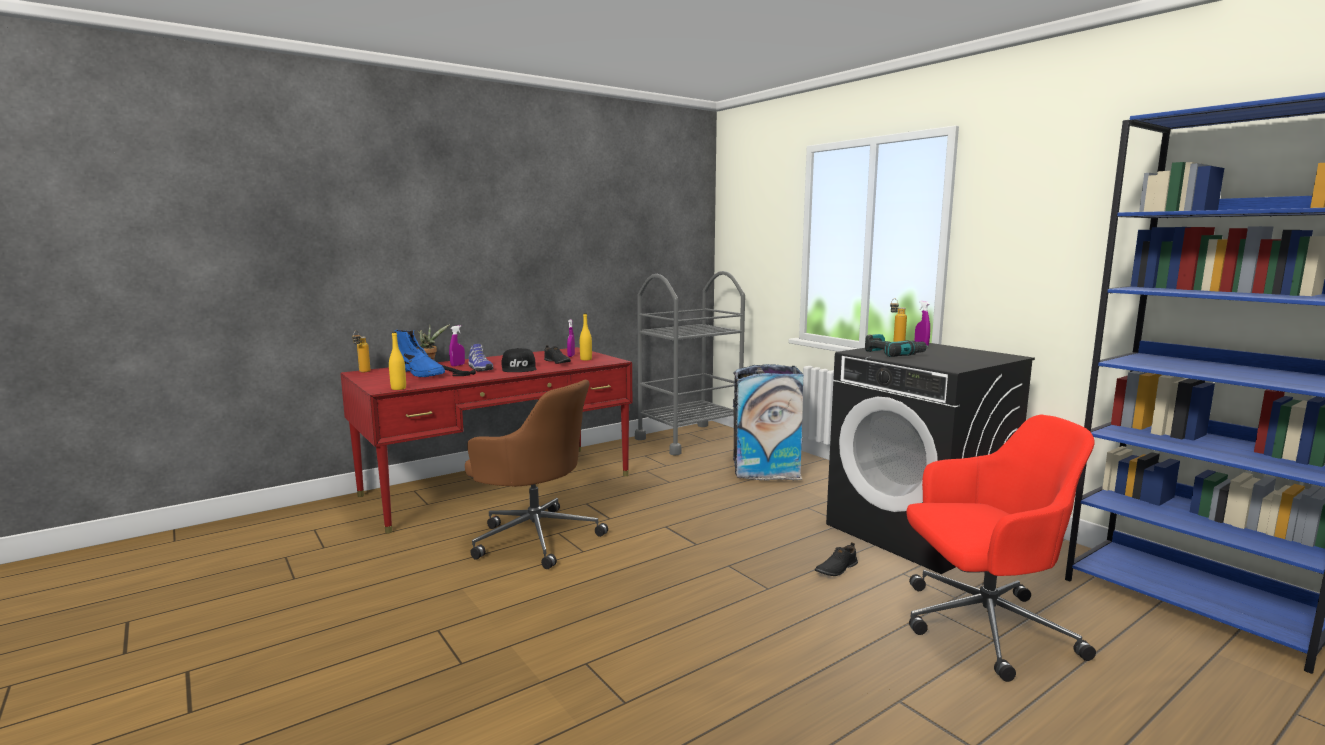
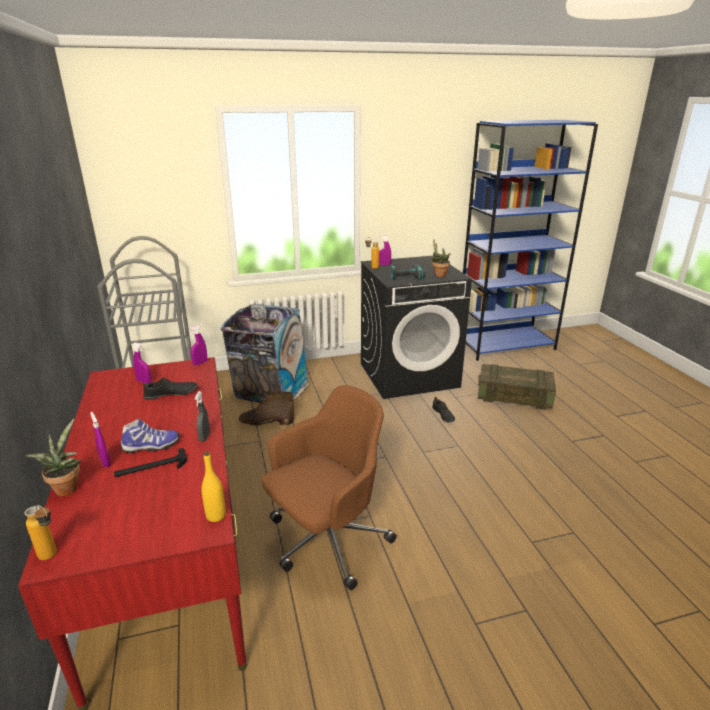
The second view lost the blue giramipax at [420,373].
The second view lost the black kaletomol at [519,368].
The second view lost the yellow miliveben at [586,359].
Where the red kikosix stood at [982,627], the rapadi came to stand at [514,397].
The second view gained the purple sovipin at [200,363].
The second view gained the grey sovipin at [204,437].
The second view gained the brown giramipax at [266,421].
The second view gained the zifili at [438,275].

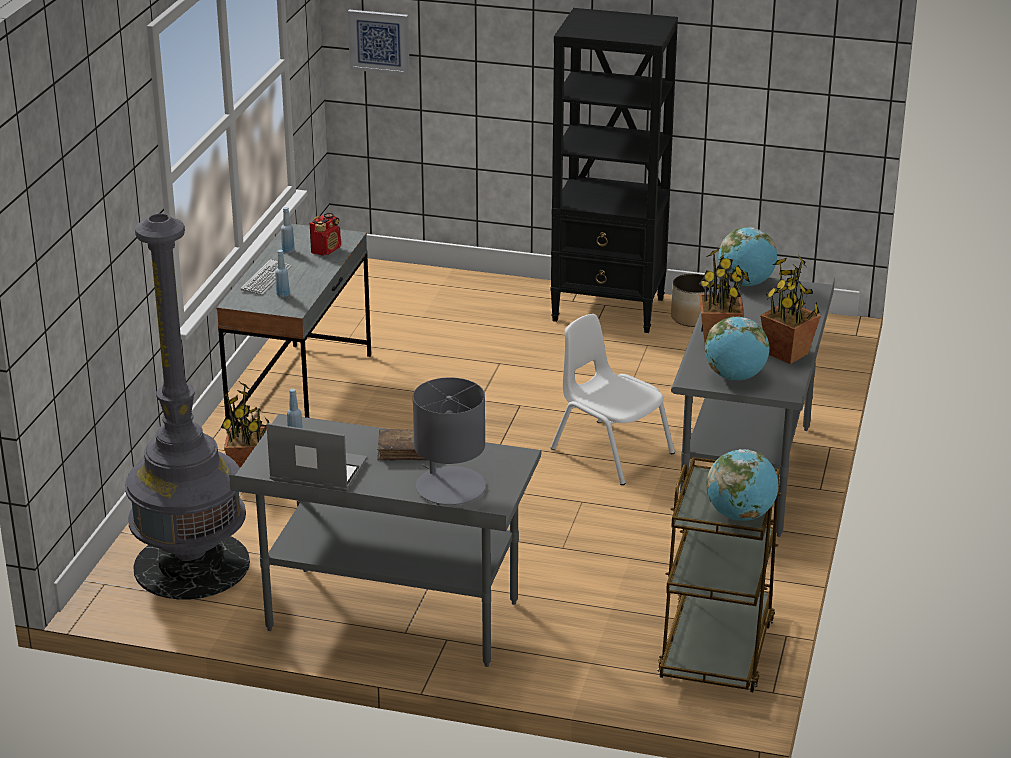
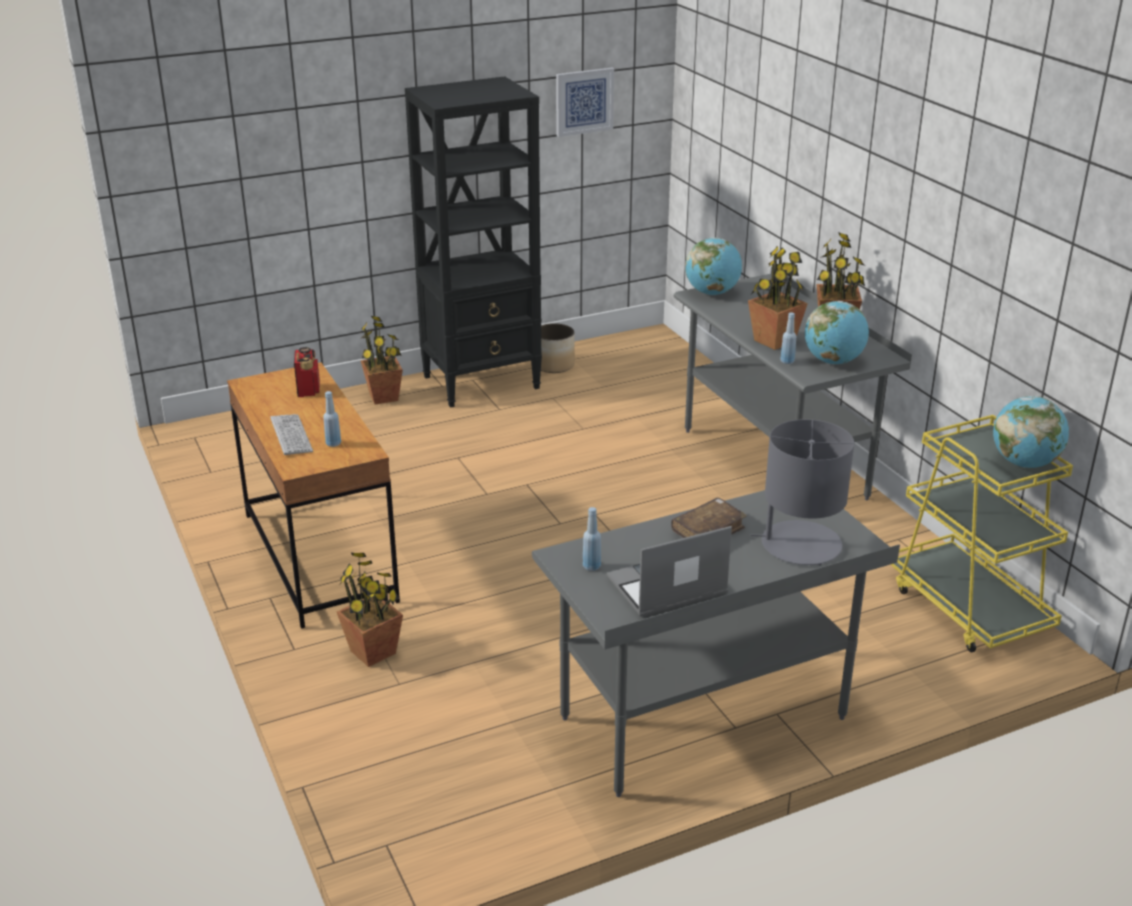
The second view lost the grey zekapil at [191,565].
What was the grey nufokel at [302,394] turned into the brown nufokel at [319,557].
The blue miliveben ended up elsewhere, having gone from [288,250] to [787,361].
The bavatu ended up elsewhere, having gone from [379,41] to [584,101].
The second view lost the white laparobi at [611,451].
What was the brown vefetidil at [716,648] turned into the yellow vefetidil at [967,607].
The second view gained the zifili at [384,397].

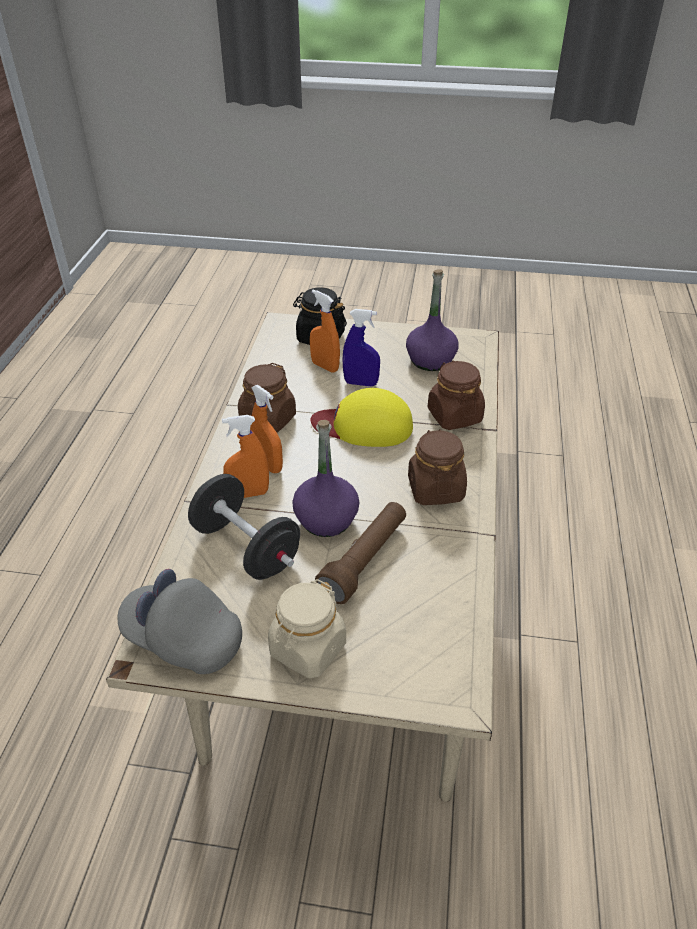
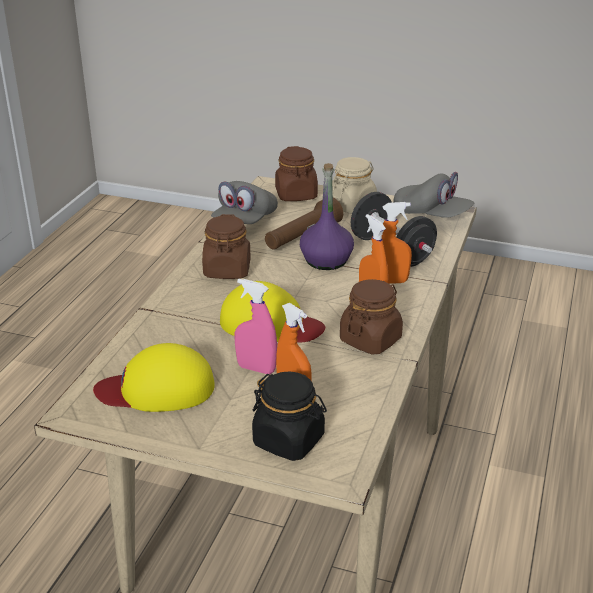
What was the blue sovipin at [361,383] turned into the pink sovipin at [256,369].
Where the purple miliveben stood at [430,360], the yellow kaletomol came to stand at [157,389].
The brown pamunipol ended up elsewhere, having gone from [454,416] to [296,195].
The second view gained the grey kaletomol at [245,221].

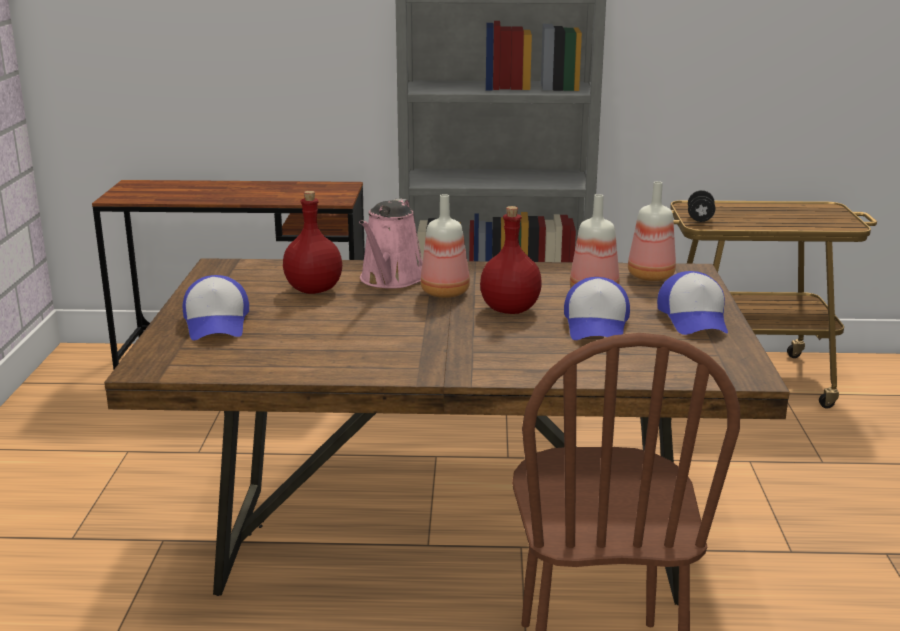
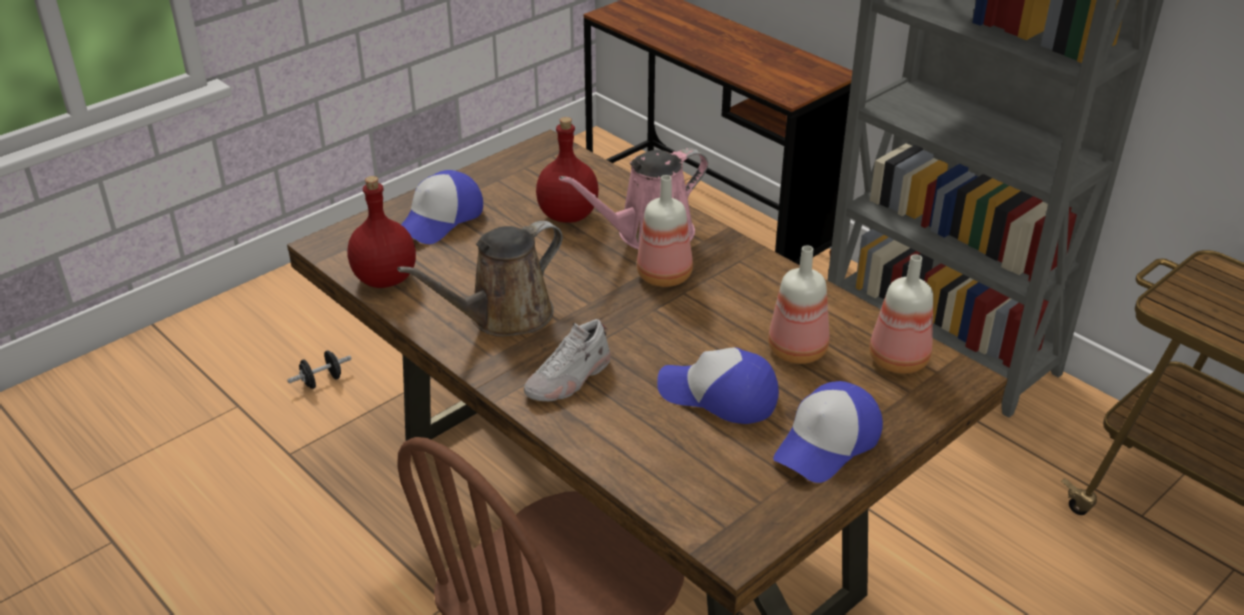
The red miliveben ended up elsewhere, having gone from [509,309] to [385,278].
The kaletomol at [597,325] ended up facing another way, 60 degrees clockwise from before.
The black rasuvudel ended up elsewhere, having gone from [700,218] to [322,381].
The second view gained the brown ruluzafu at [503,317].
The second view gained the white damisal at [569,379].

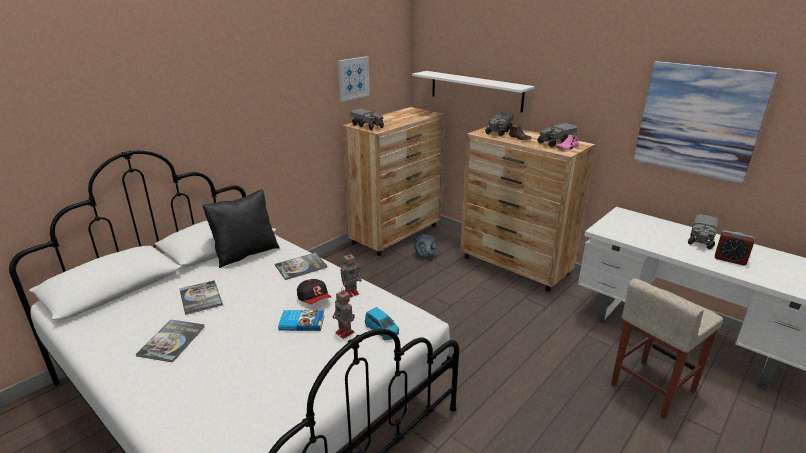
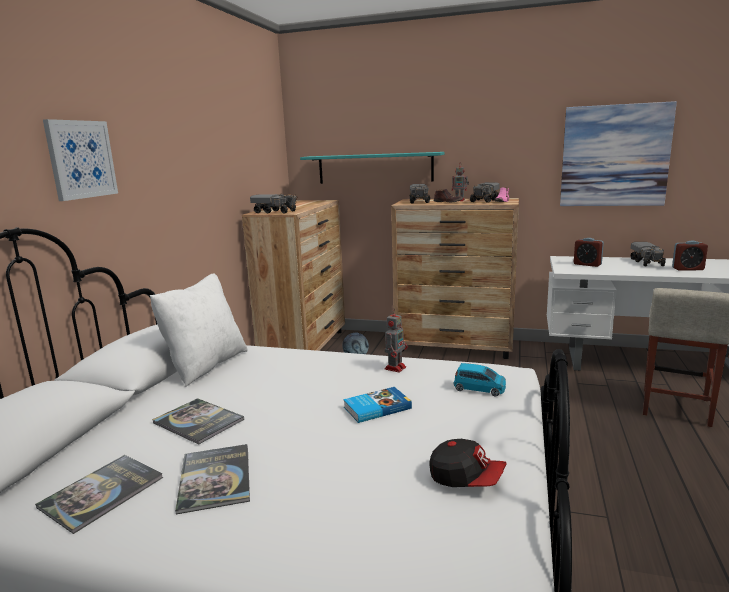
What was the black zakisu at [245,253] turned into the white zakisu at [205,365].
The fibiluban ended up elsewhere, having gone from [301,267] to [102,493].
The kaletomol ended up elsewhere, having gone from [314,299] to [466,478].
The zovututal ended up elsewhere, having gone from [345,333] to [460,200].
The bavatu ended up elsewhere, having gone from [353,78] to [81,159].
What was the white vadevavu at [475,90] turned into the turquoise vadevavu at [375,168].
The second view gained the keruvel at [587,264].

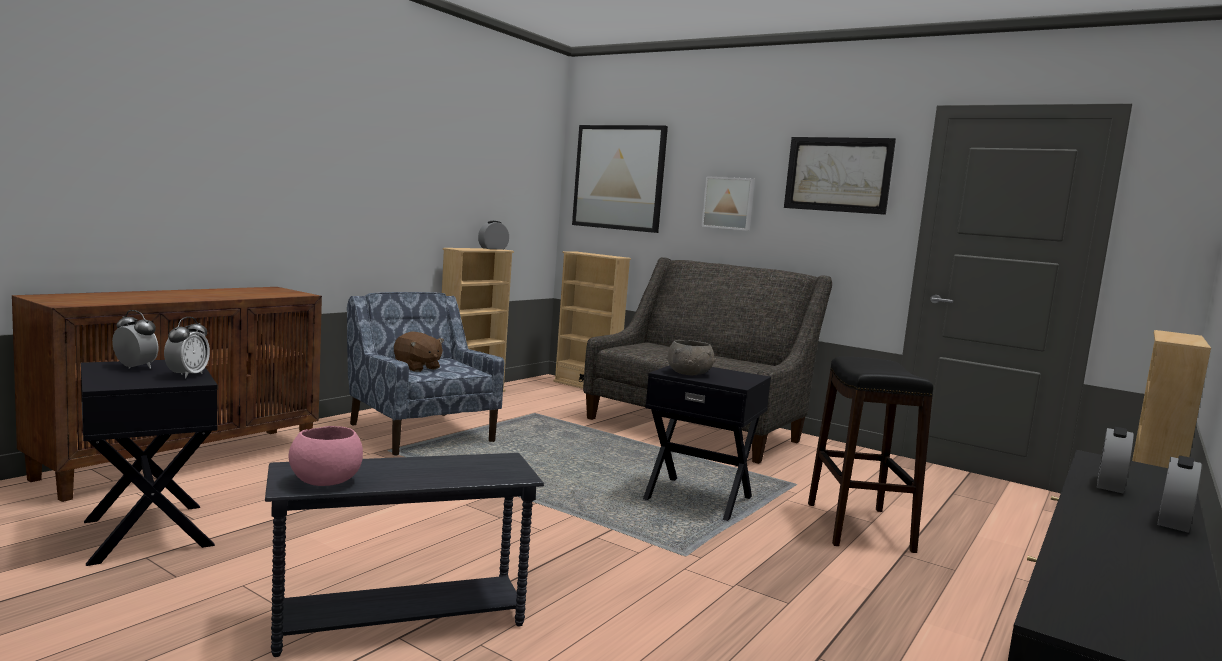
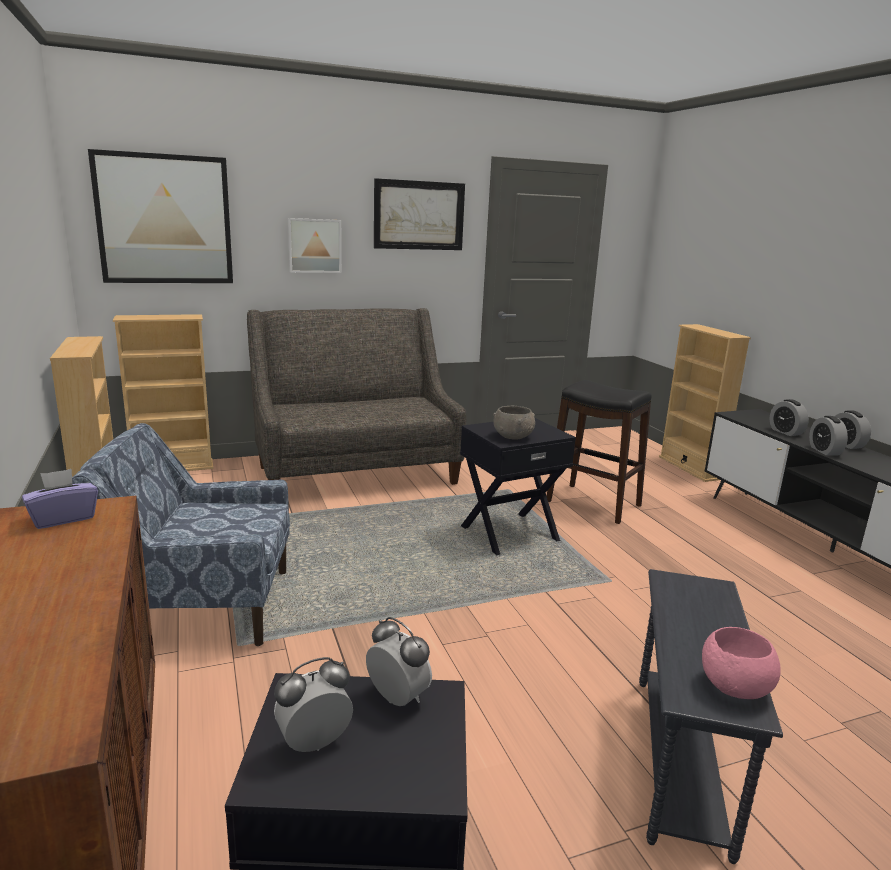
The second view lost the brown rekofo at [417,368].
The keruvel ended up elsewhere, having gone from [493,248] to [824,451].
The second view gained the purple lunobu at [63,518].

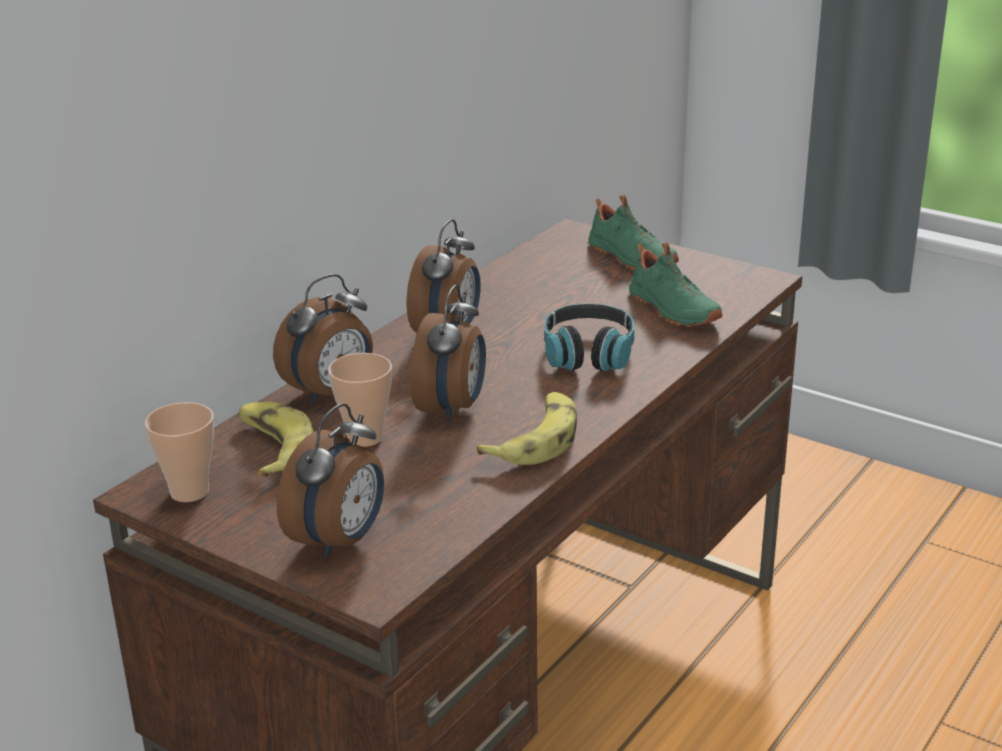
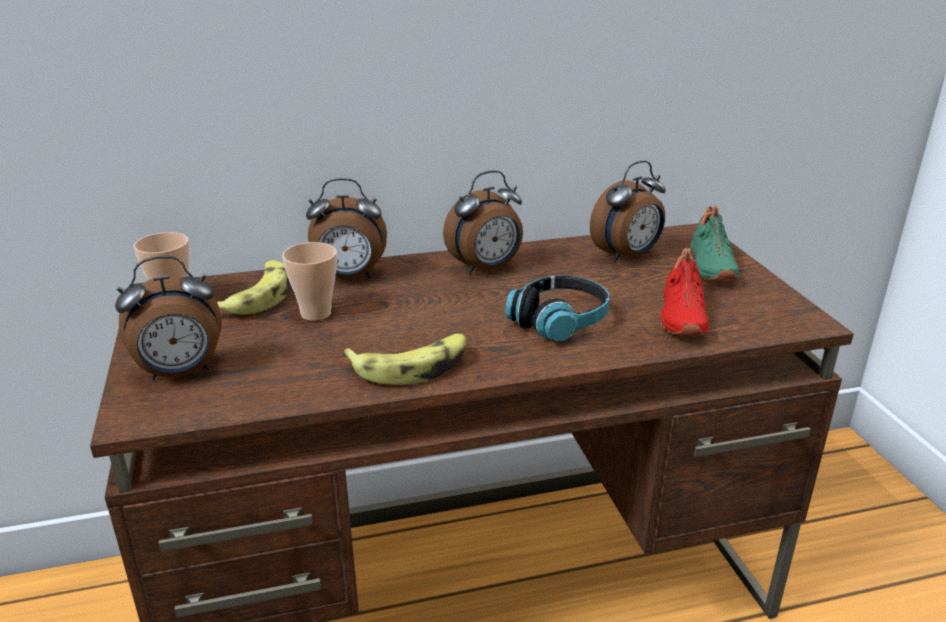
The keruvel ended up elsewhere, having gone from [452,408] to [627,256].
What was the green damisal at [671,310] turned into the red damisal at [680,316].

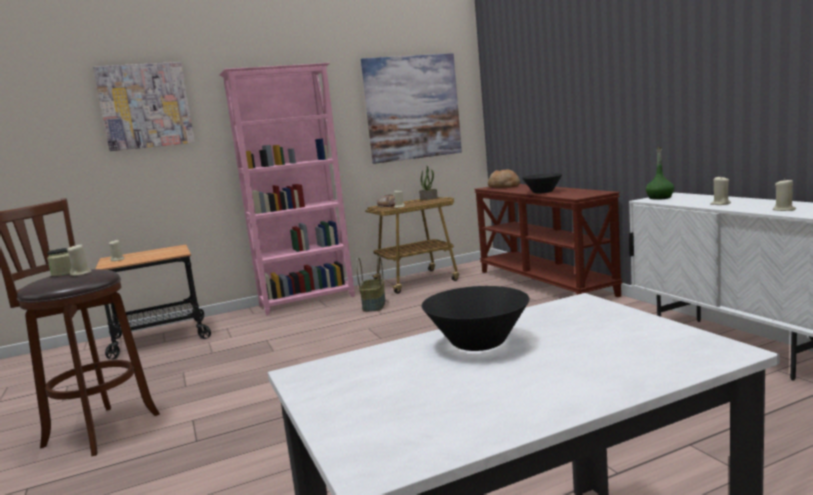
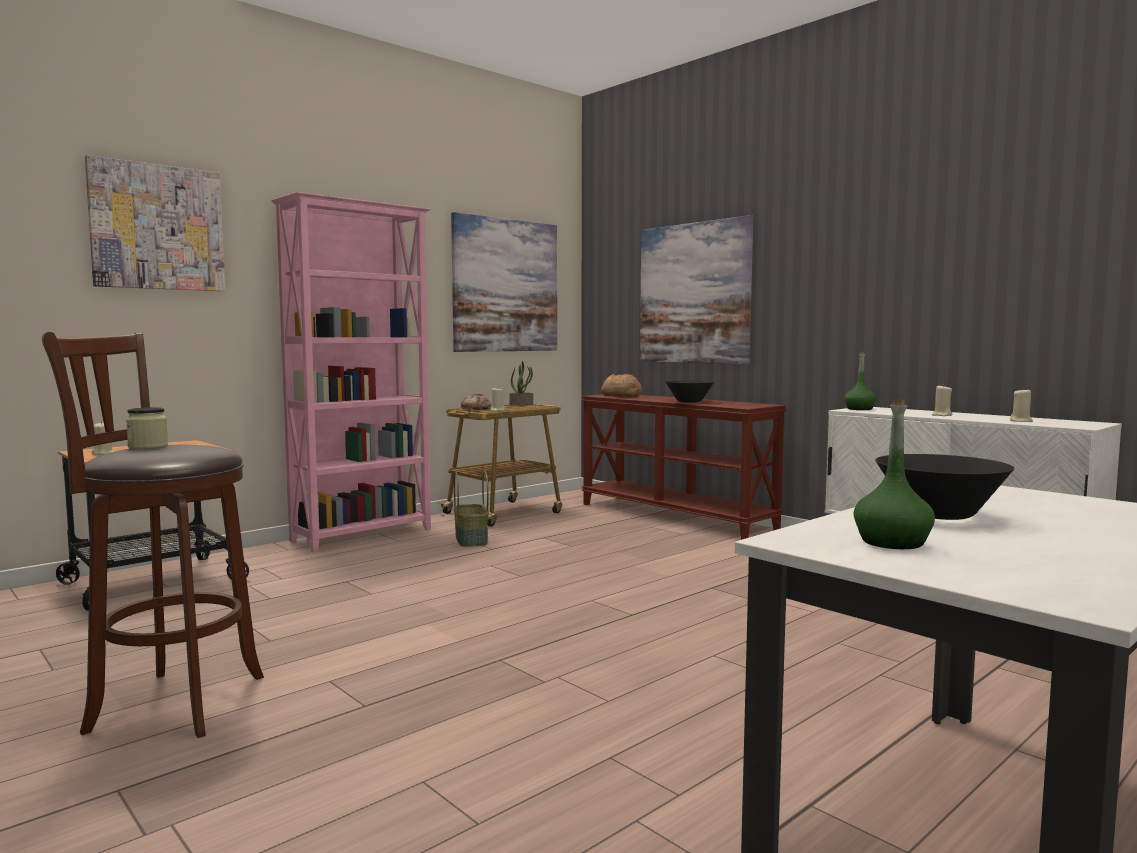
The second view lost the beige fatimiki at [81,274].
The second view gained the bavatu at [694,293].
The second view gained the green miliveben at [891,542].

